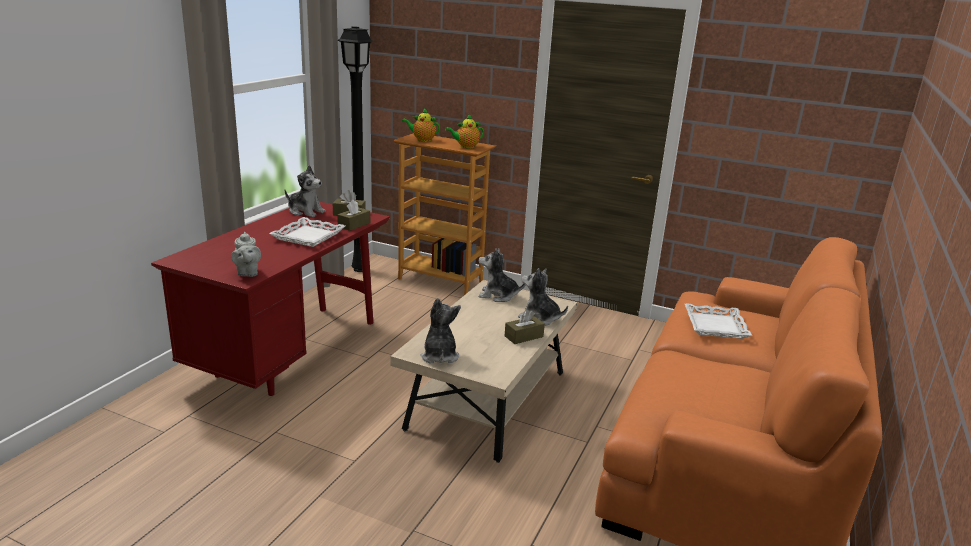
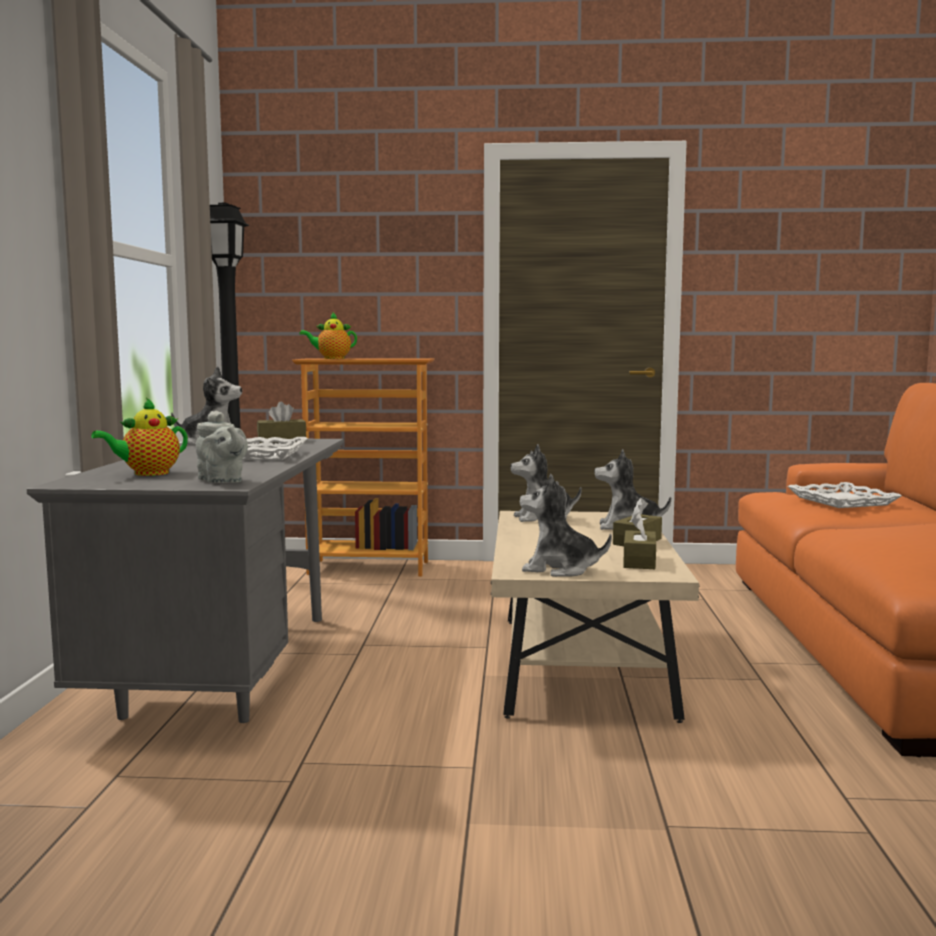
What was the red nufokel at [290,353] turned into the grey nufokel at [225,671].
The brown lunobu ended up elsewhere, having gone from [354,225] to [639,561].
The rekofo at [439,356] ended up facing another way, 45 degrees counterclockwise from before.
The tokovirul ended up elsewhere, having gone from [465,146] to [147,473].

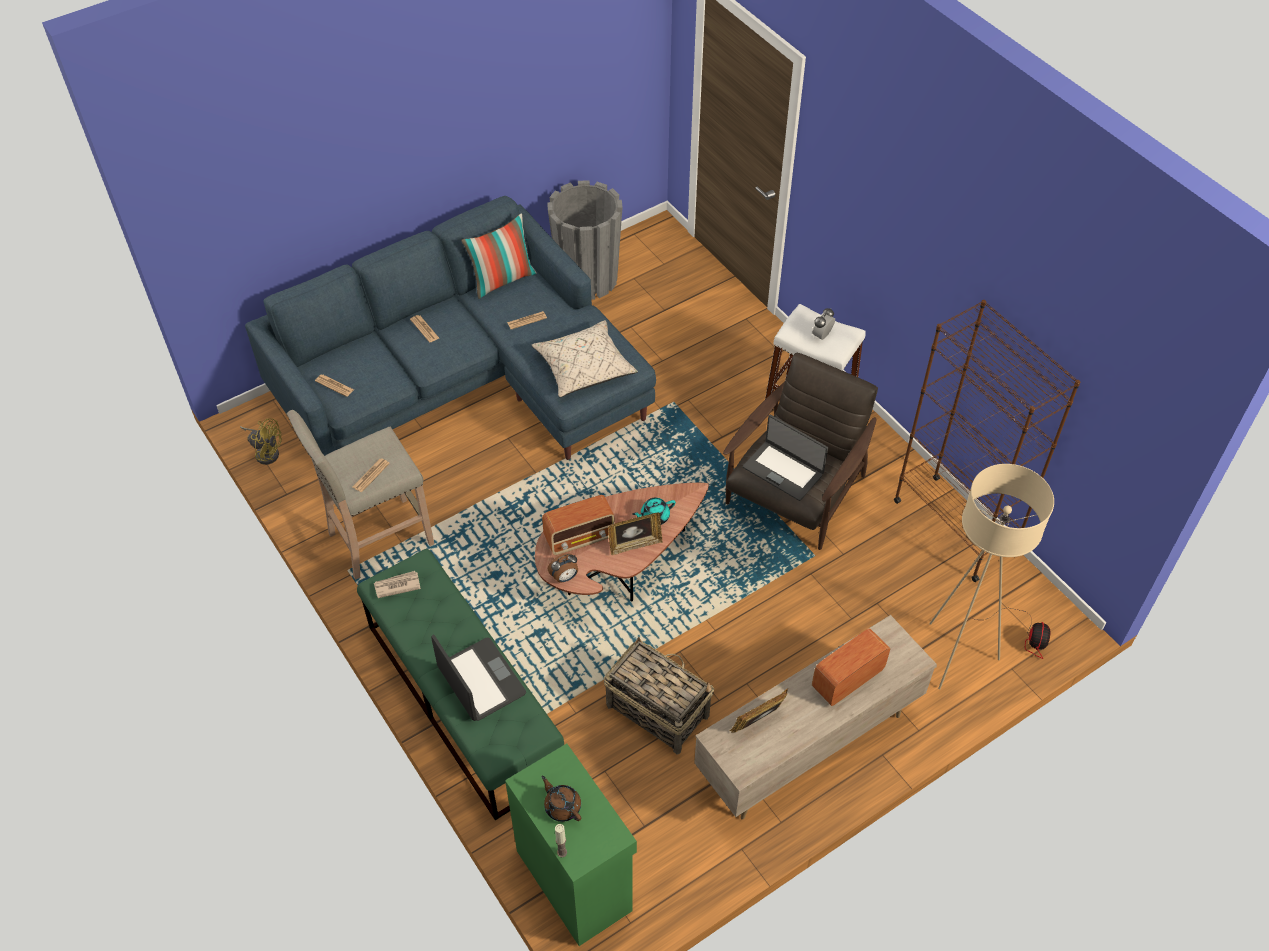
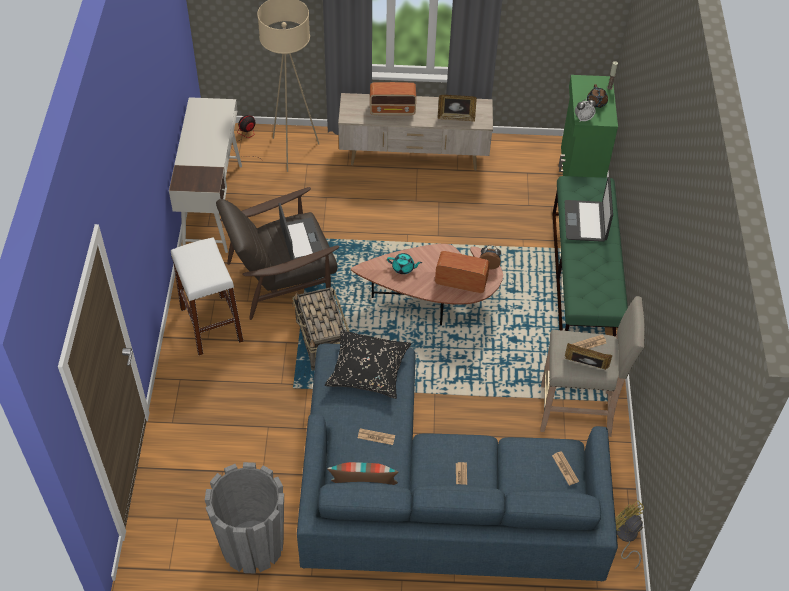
The second view lost the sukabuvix at [397,585].
What was the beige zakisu at [584,367] turned into the black zakisu at [368,370].
The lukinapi ended up elsewhere, having gone from [656,710] to [323,341].
The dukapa ended up elsewhere, having gone from [634,544] to [585,366].
The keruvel ended up elsewhere, having gone from [822,335] to [583,118].
Where the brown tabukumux stood at [954,527], the white nufokel came to stand at [213,206].

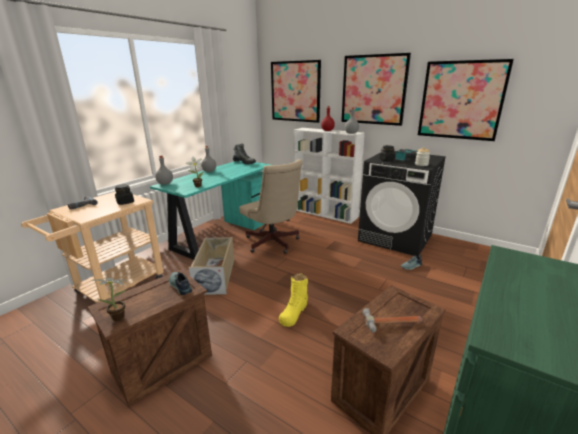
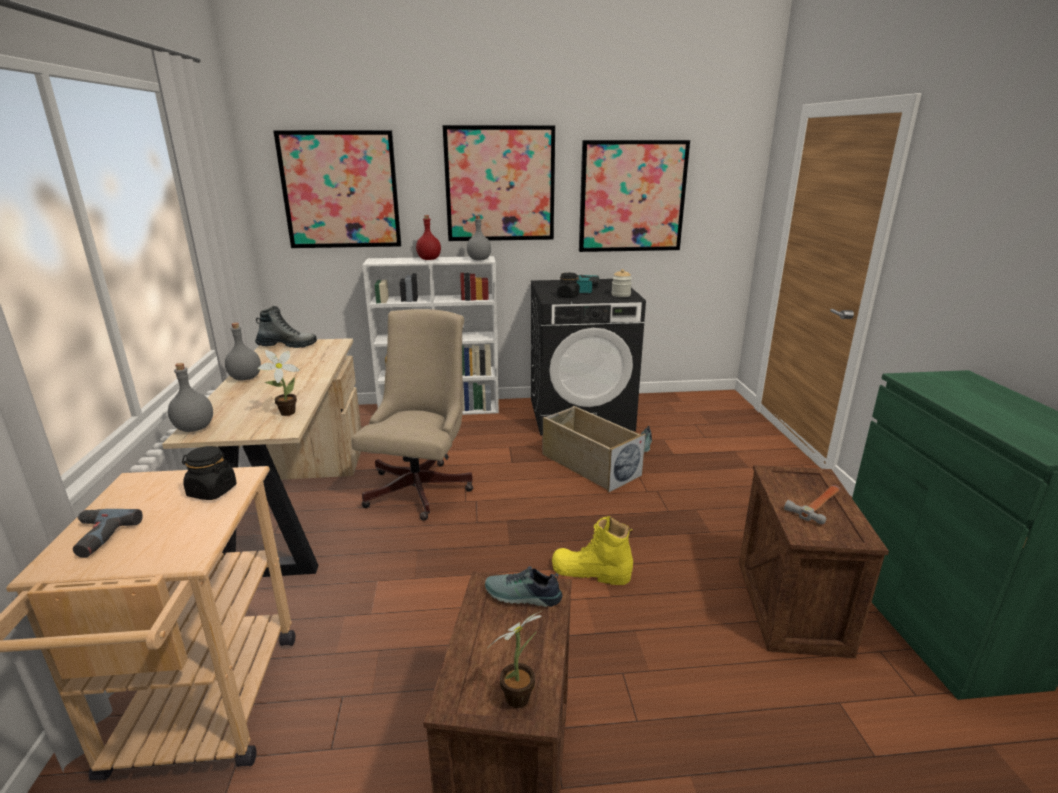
What was the turquoise nufokel at [223,233] turned into the beige nufokel at [298,503].
The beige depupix ended up elsewhere, having gone from [215,275] to [589,465].
The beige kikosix at [273,244] ended up facing another way, 90 degrees counterclockwise from before.
The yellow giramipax at [294,312] ended up facing another way, 120 degrees clockwise from before.

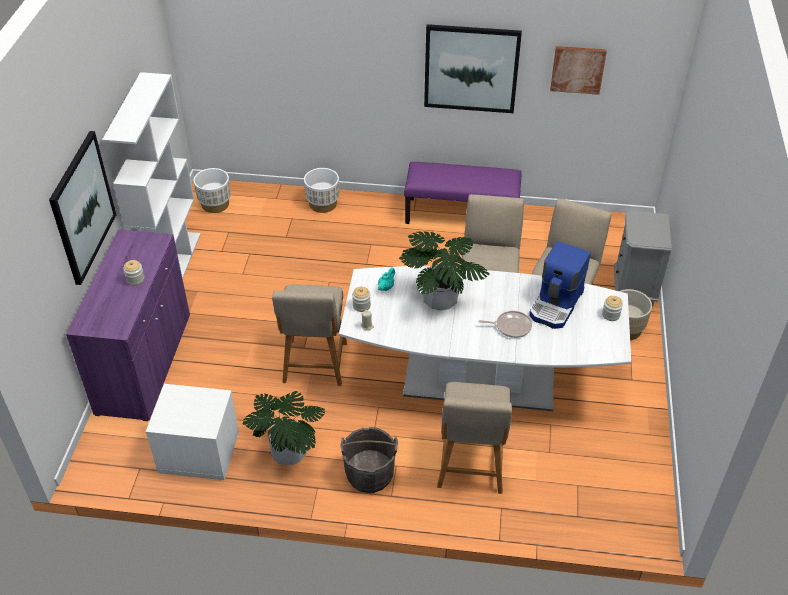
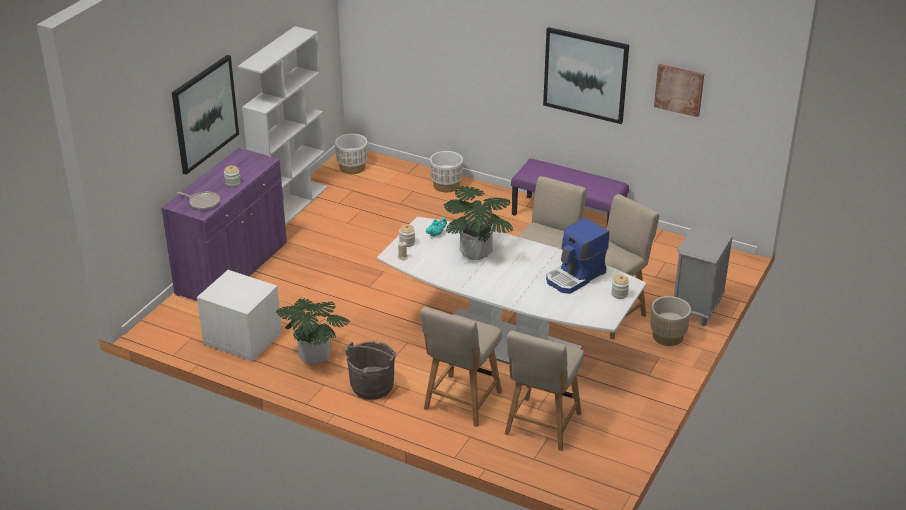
The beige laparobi ended up elsewhere, having gone from [314,365] to [541,426].
The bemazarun ended up elsewhere, having gone from [511,326] to [203,202].

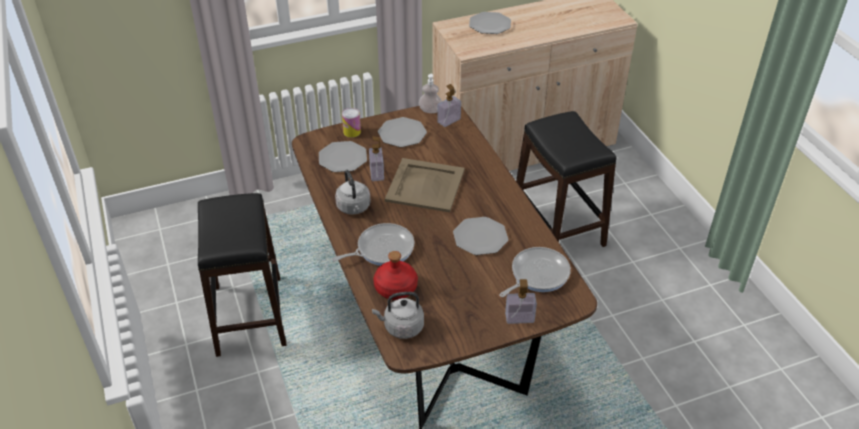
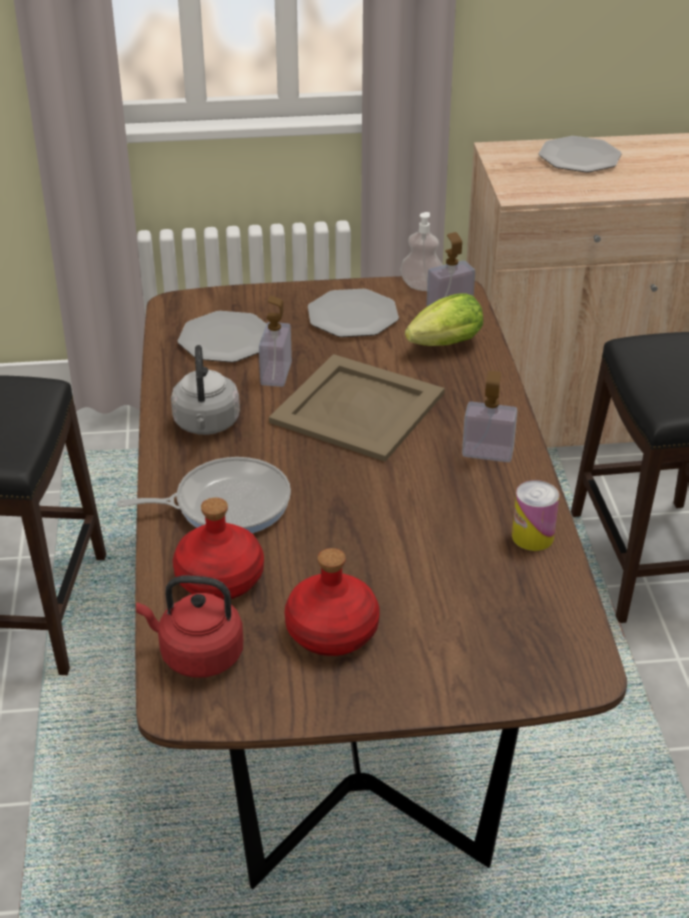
The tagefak ended up elsewhere, having gone from [352,132] to [532,537].
What was the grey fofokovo at [401,327] turned into the red fofokovo at [197,655].
The second view lost the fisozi at [480,237].
The second view lost the bemazarun at [537,275].
The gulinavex ended up elsewhere, having gone from [519,318] to [487,452].
The second view gained the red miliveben at [331,631].
The second view gained the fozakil at [441,345].

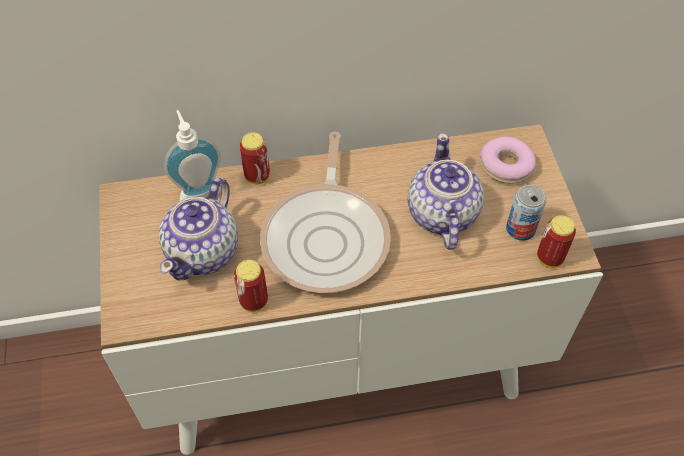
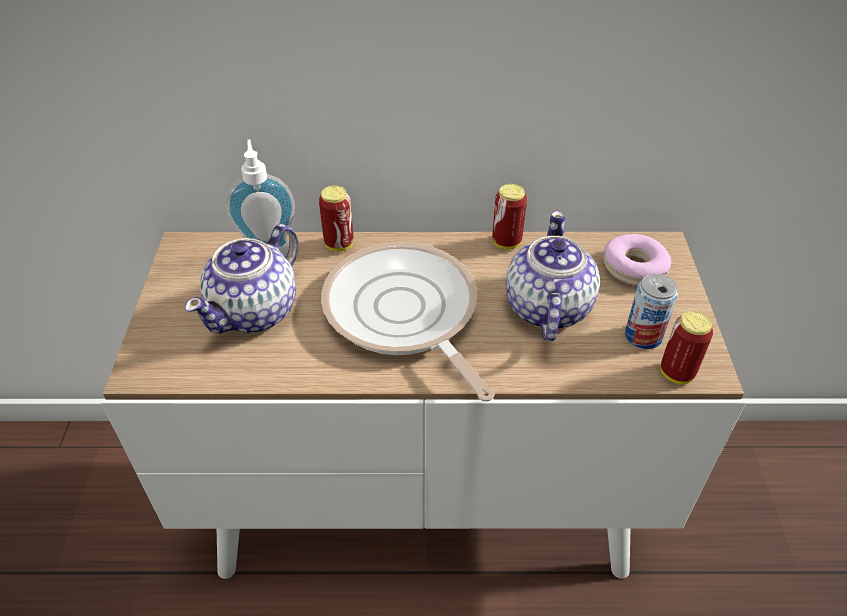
The tagefak ended up elsewhere, having gone from [254,301] to [506,242].
The bemazarun at [327,237] ended up facing another way, 135 degrees clockwise from before.

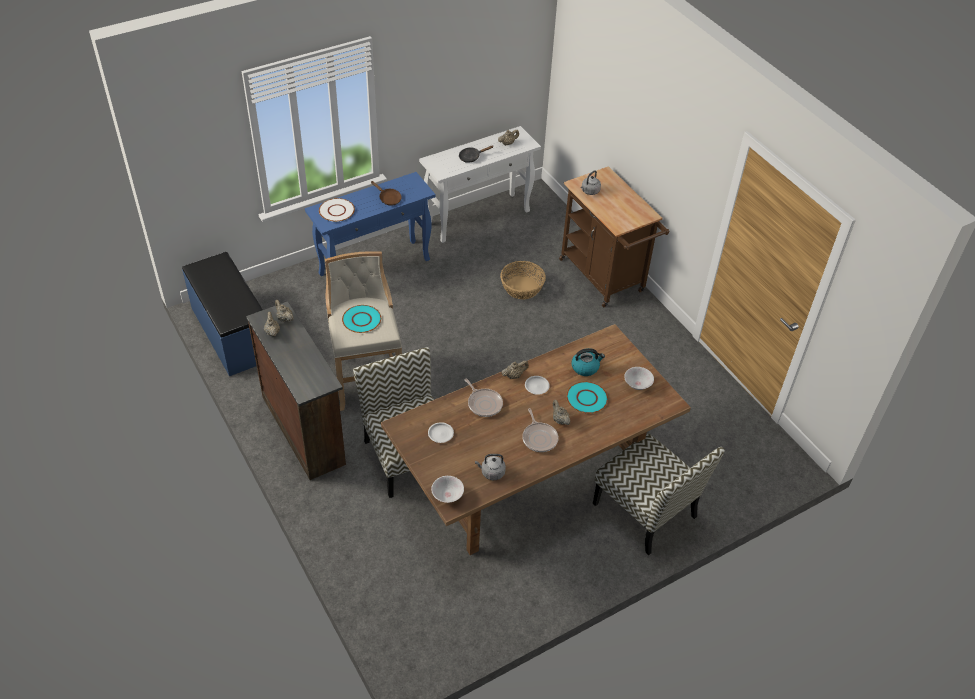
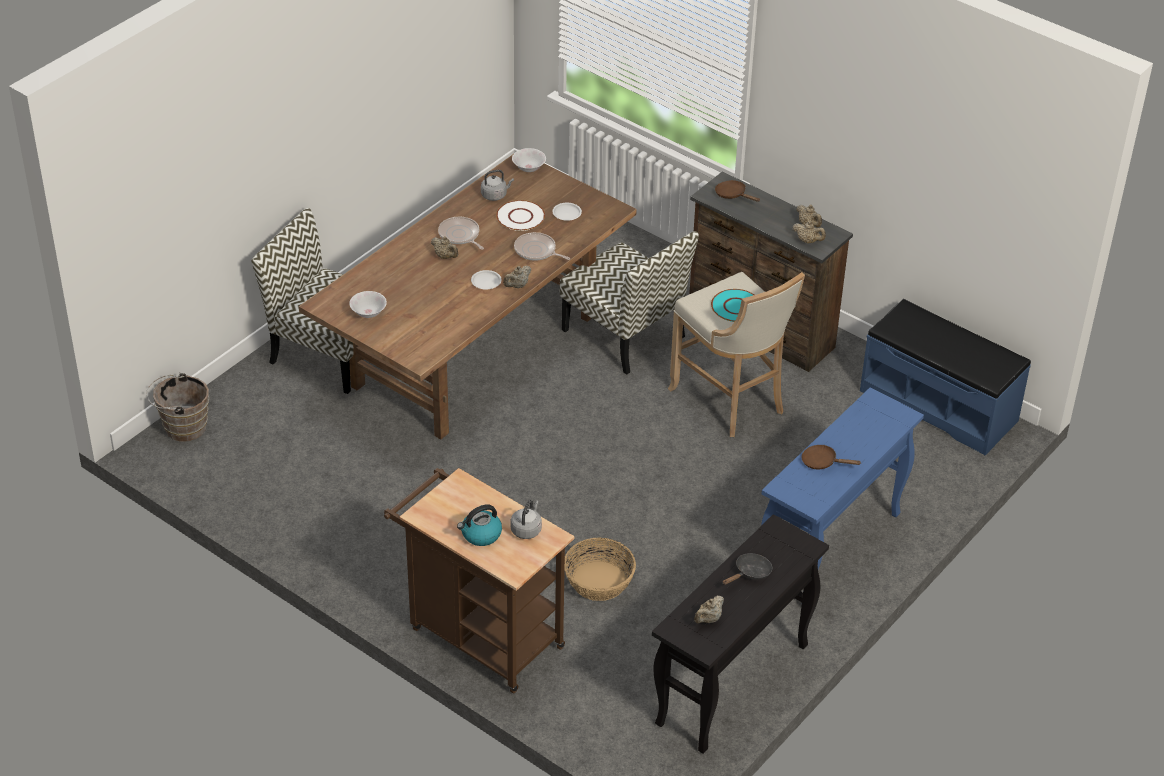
The white fisozi ended up elsewhere, having gone from [336,210] to [520,217].
What was the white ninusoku at [479,217] turned into the black ninusoku at [732,686].
The second view lost the turquoise fisozi at [587,398].
The fofokovo ended up elsewhere, having gone from [585,367] to [480,535].
The second view gained the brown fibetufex at [182,427].
The second view gained the brown bemazarun at [733,195].

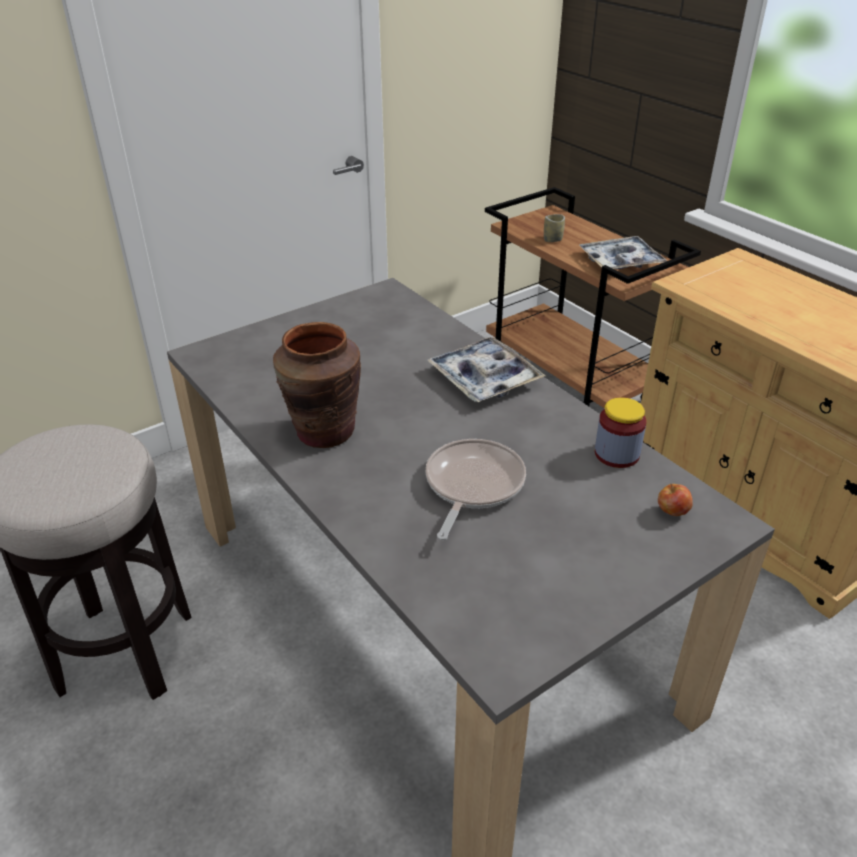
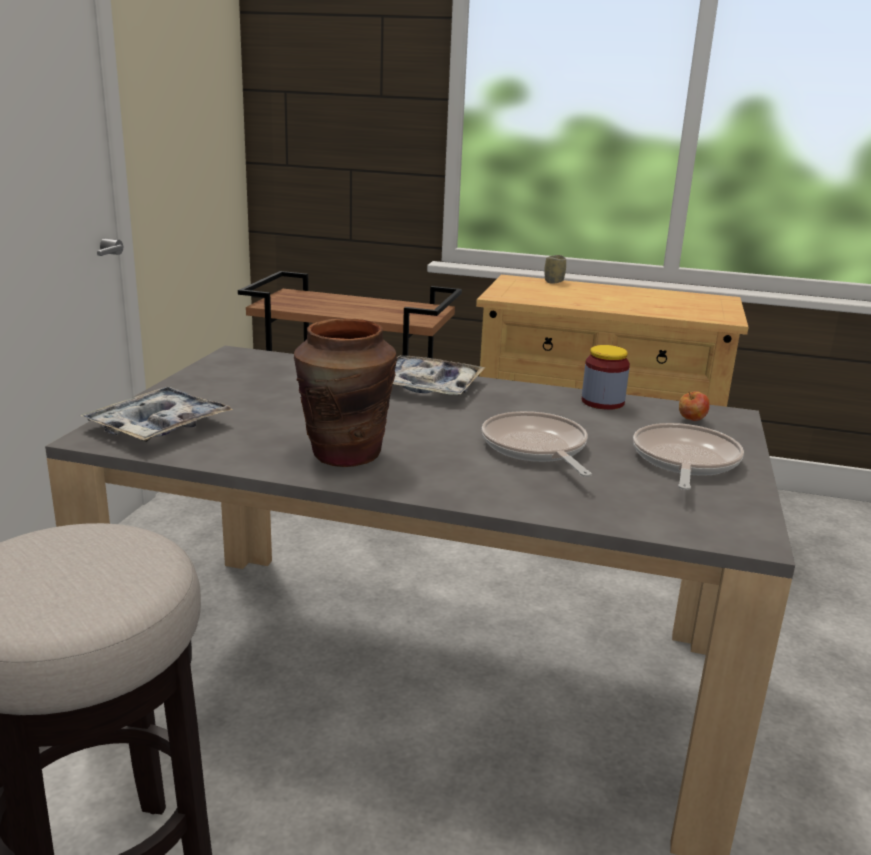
The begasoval ended up elsewhere, having gone from [552,239] to [554,282].
The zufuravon ended up elsewhere, having gone from [620,262] to [158,426].
The second view gained the bemazarun at [684,461].

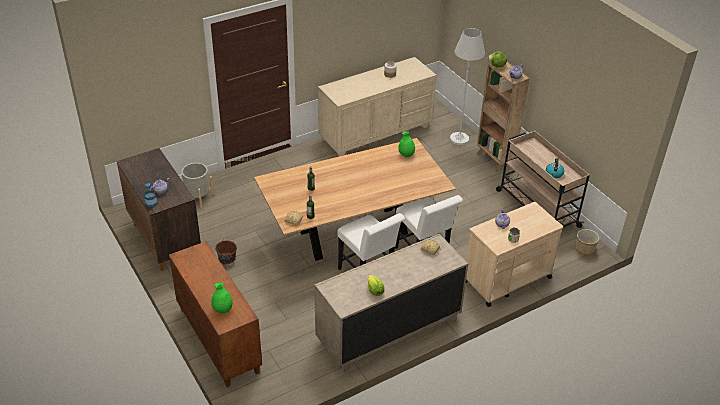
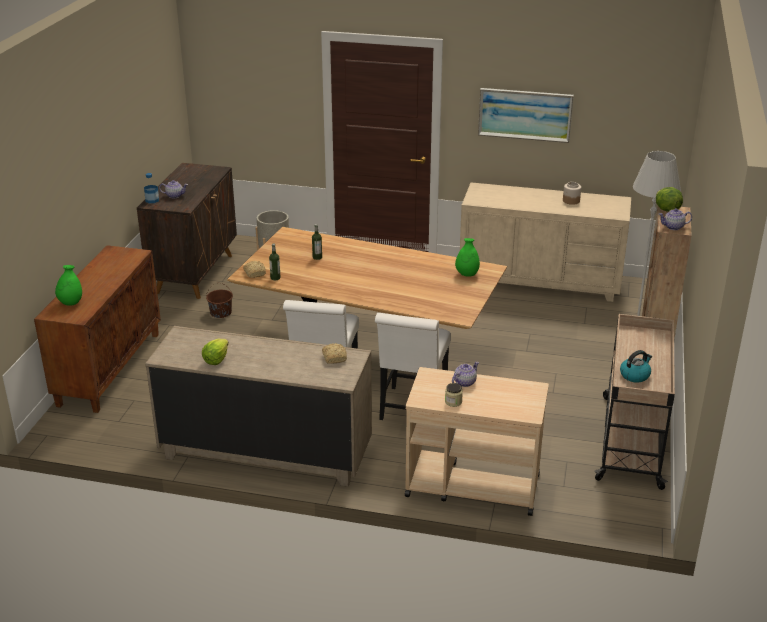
The second view lost the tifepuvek at [585,249].
The second view gained the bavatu at [525,114].

